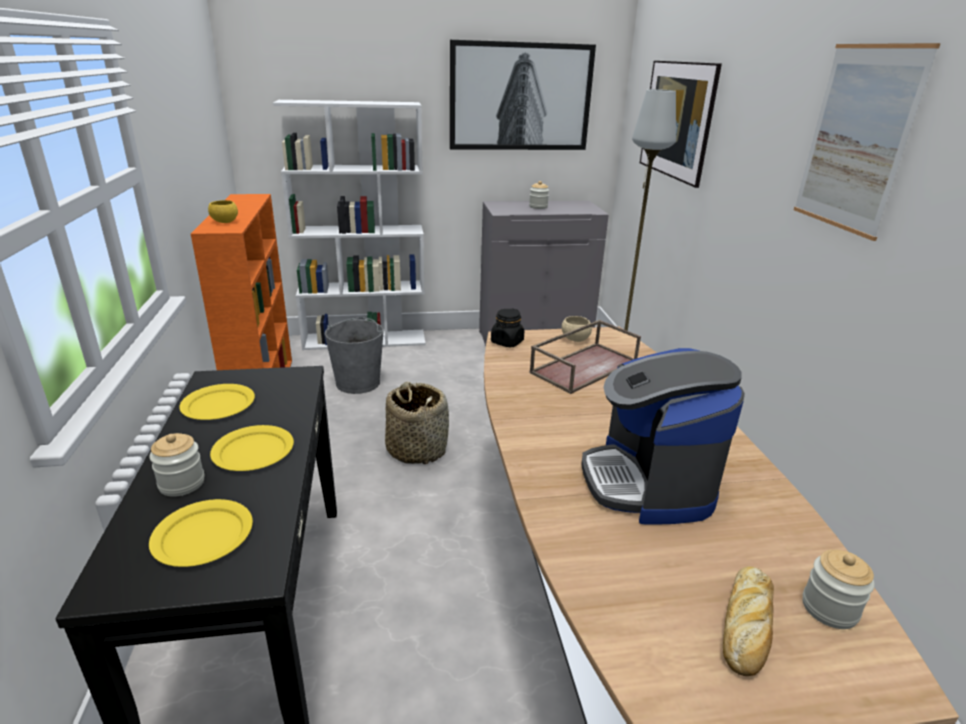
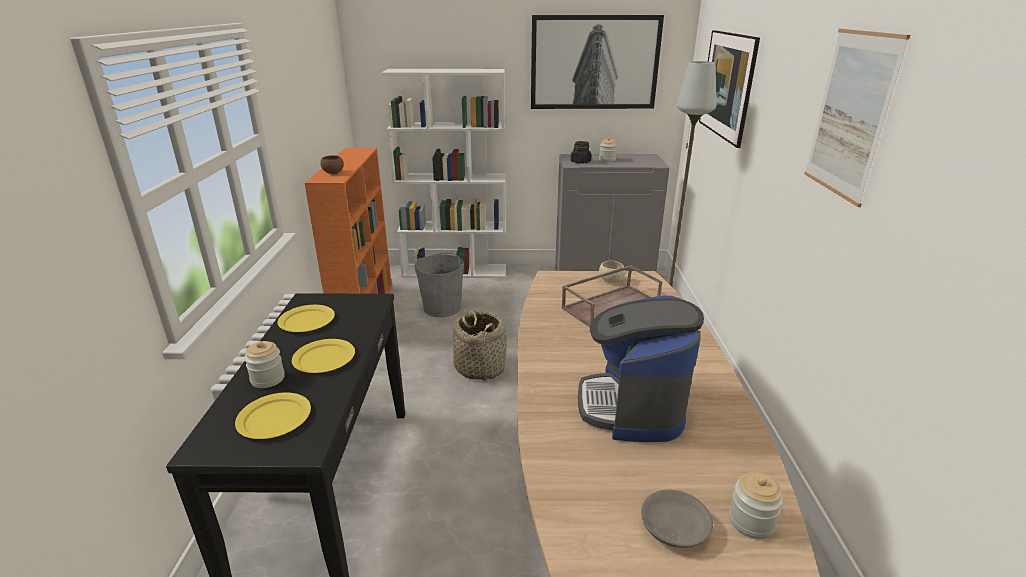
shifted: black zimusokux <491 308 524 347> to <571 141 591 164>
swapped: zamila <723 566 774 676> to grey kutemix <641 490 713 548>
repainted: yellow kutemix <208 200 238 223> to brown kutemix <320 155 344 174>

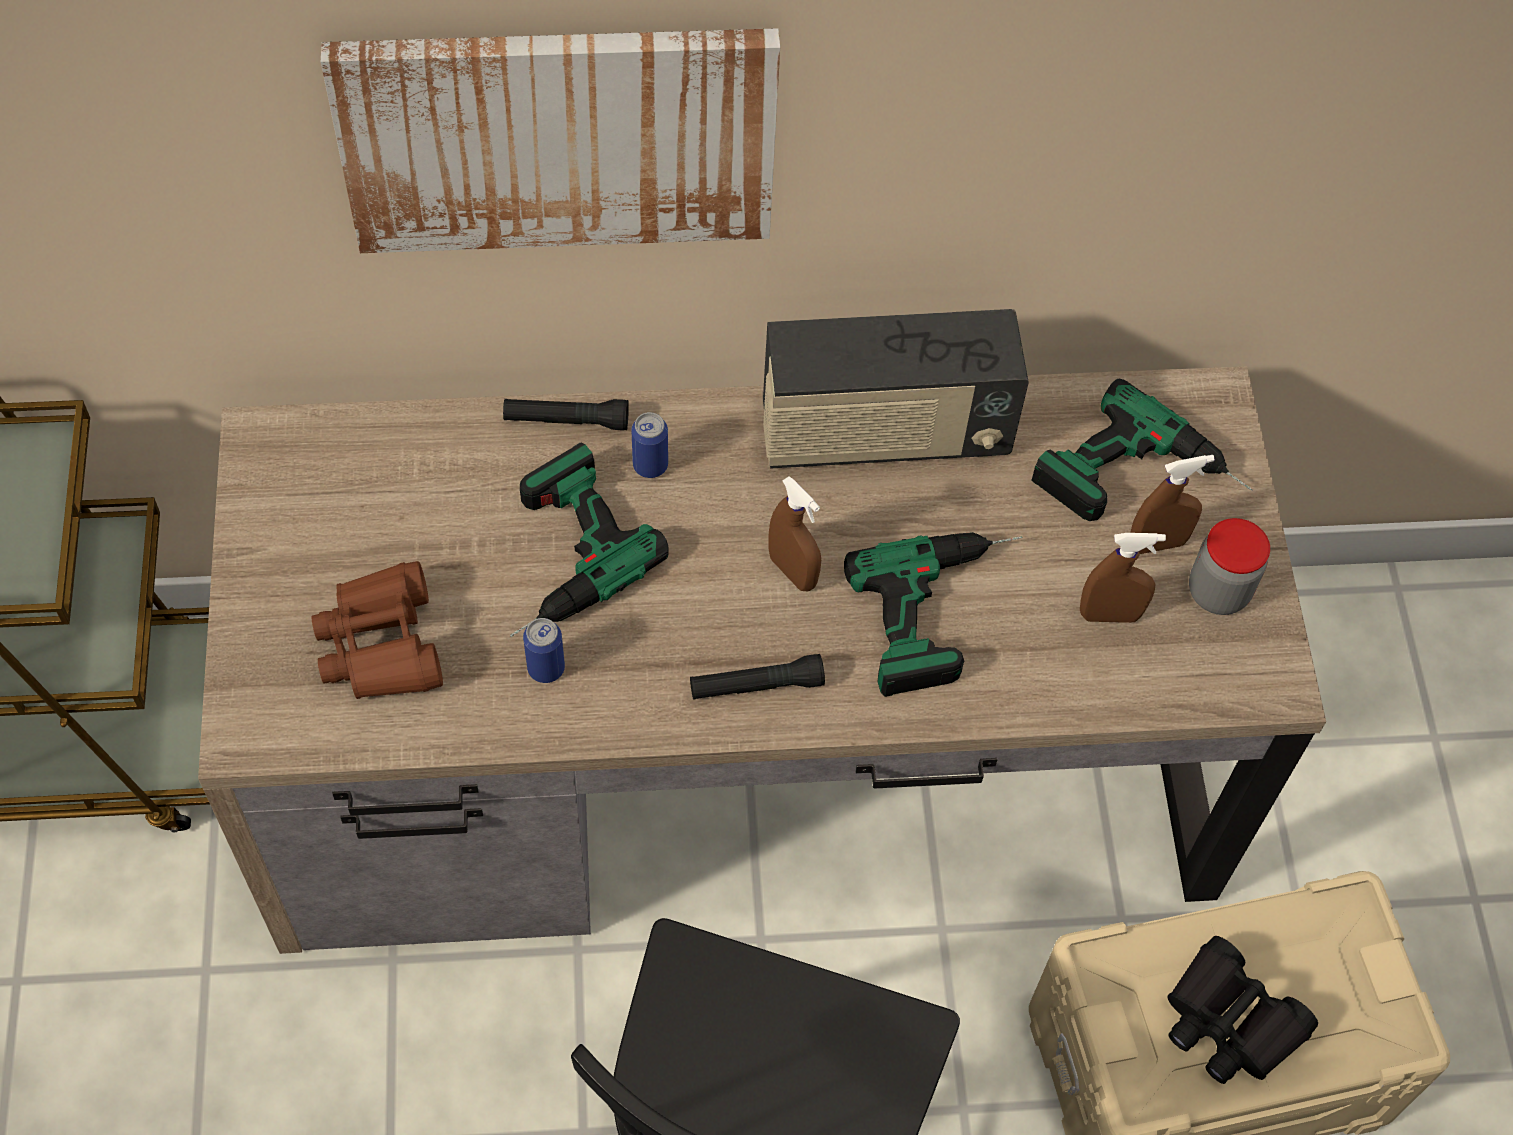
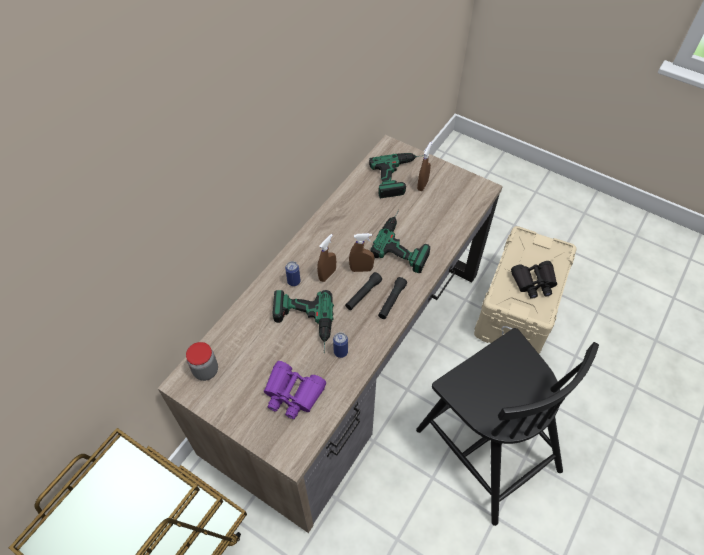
gone: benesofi <321 28 780 253>; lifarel <763 309 1029 469>
shifted: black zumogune <503 399 629 430> to <345 272 382 310>; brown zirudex <1080 533 1166 623> to <317 234 336 282>; zimusokux <1189 518 1270 615> to <186 342 218 381>
repainted: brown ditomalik <312 561 443 699> to purple ditomalik <264 361 326 419>

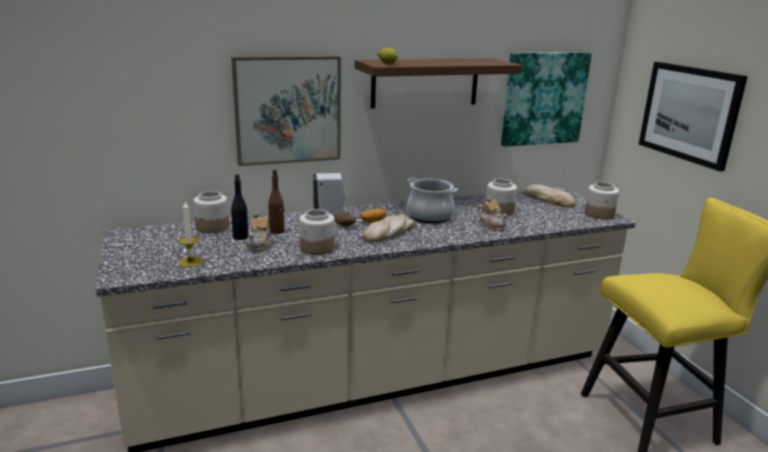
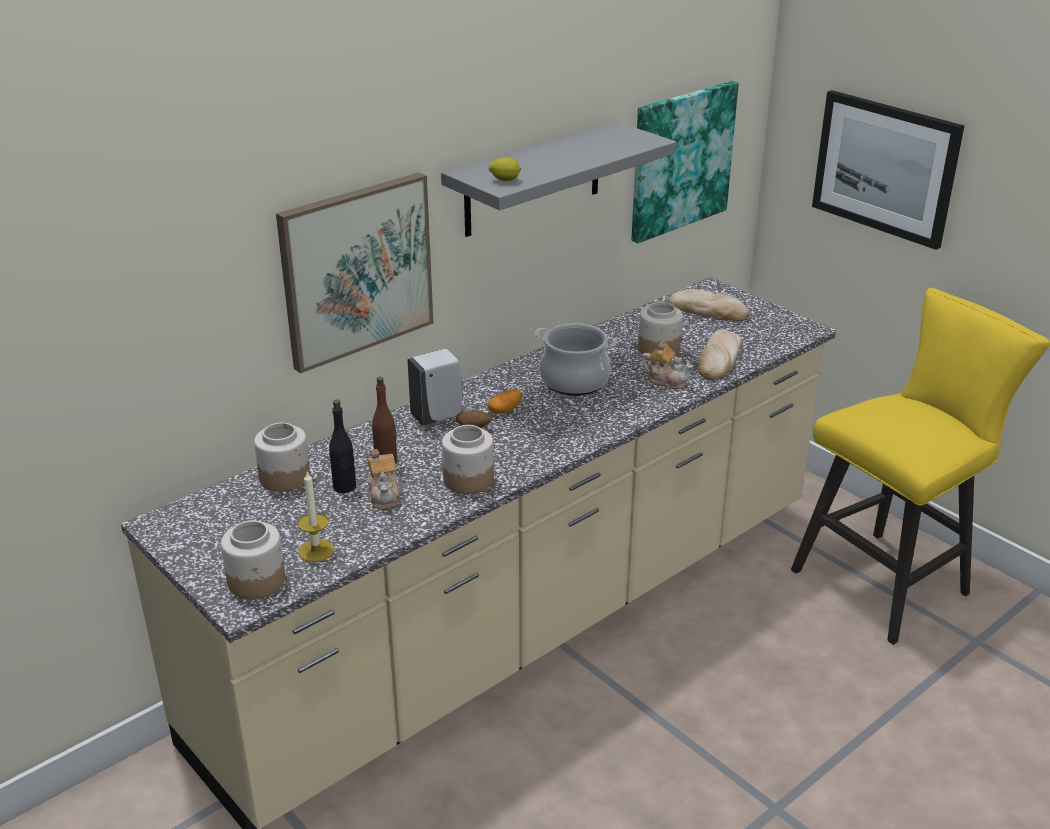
shifted: zamila <362 214 415 242> to <698 329 742 379>; zimusokux <585 182 619 220> to <221 521 285 599>
repainted: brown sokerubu <355 58 522 108> to grey sokerubu <441 122 677 237>

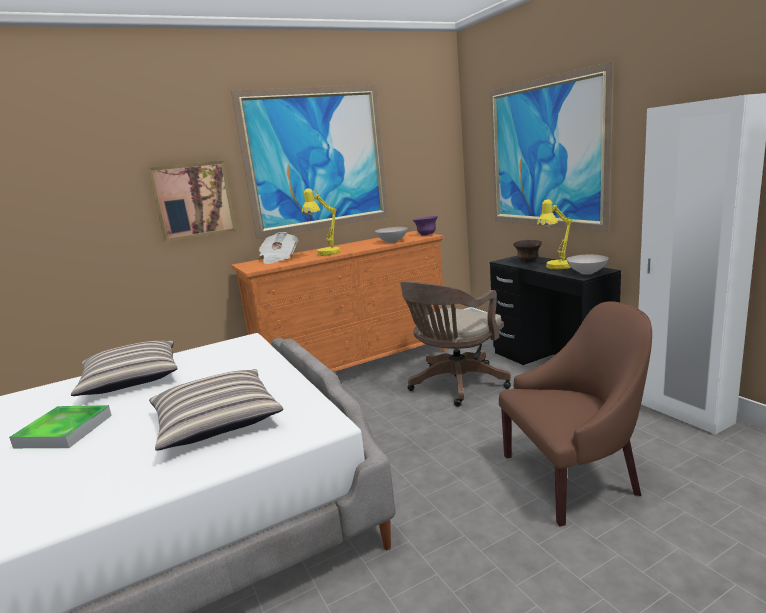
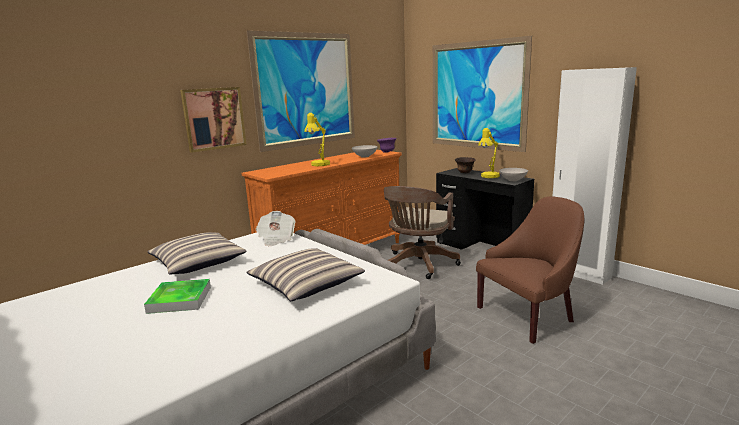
shifted: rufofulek <259 232 298 264> to <256 211 296 246>

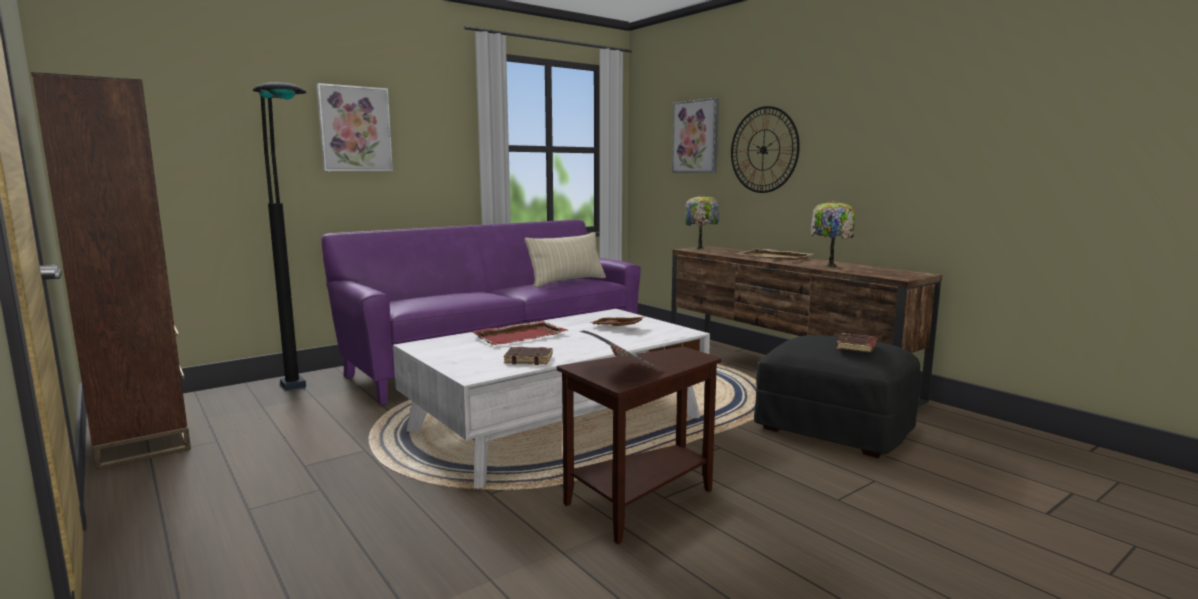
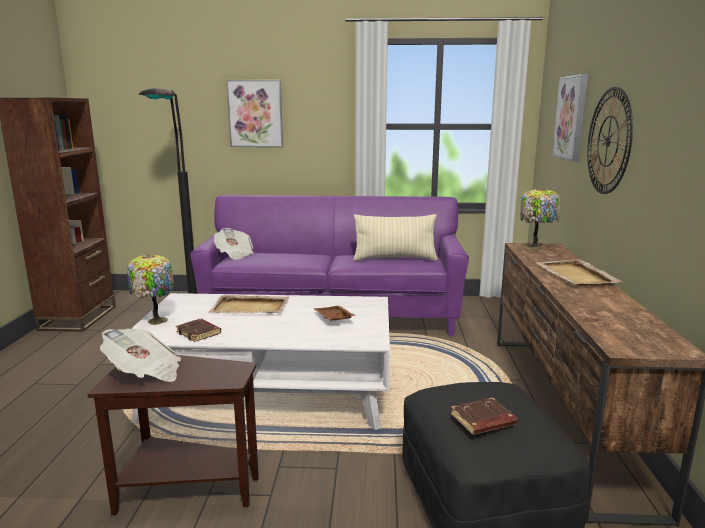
new: rufofulek <214 228 254 260>
shifted: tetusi <811 201 855 268> to <127 255 174 325>
repainted: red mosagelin <471 321 568 345> to beige mosagelin <208 295 289 314>

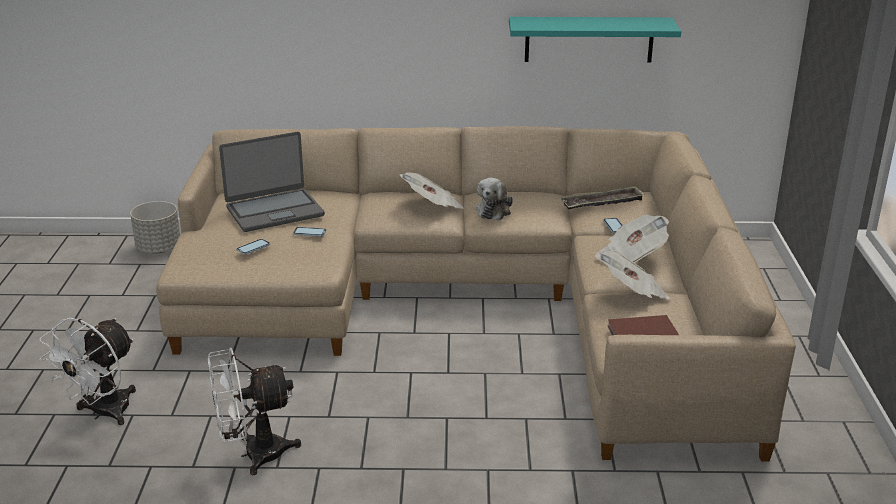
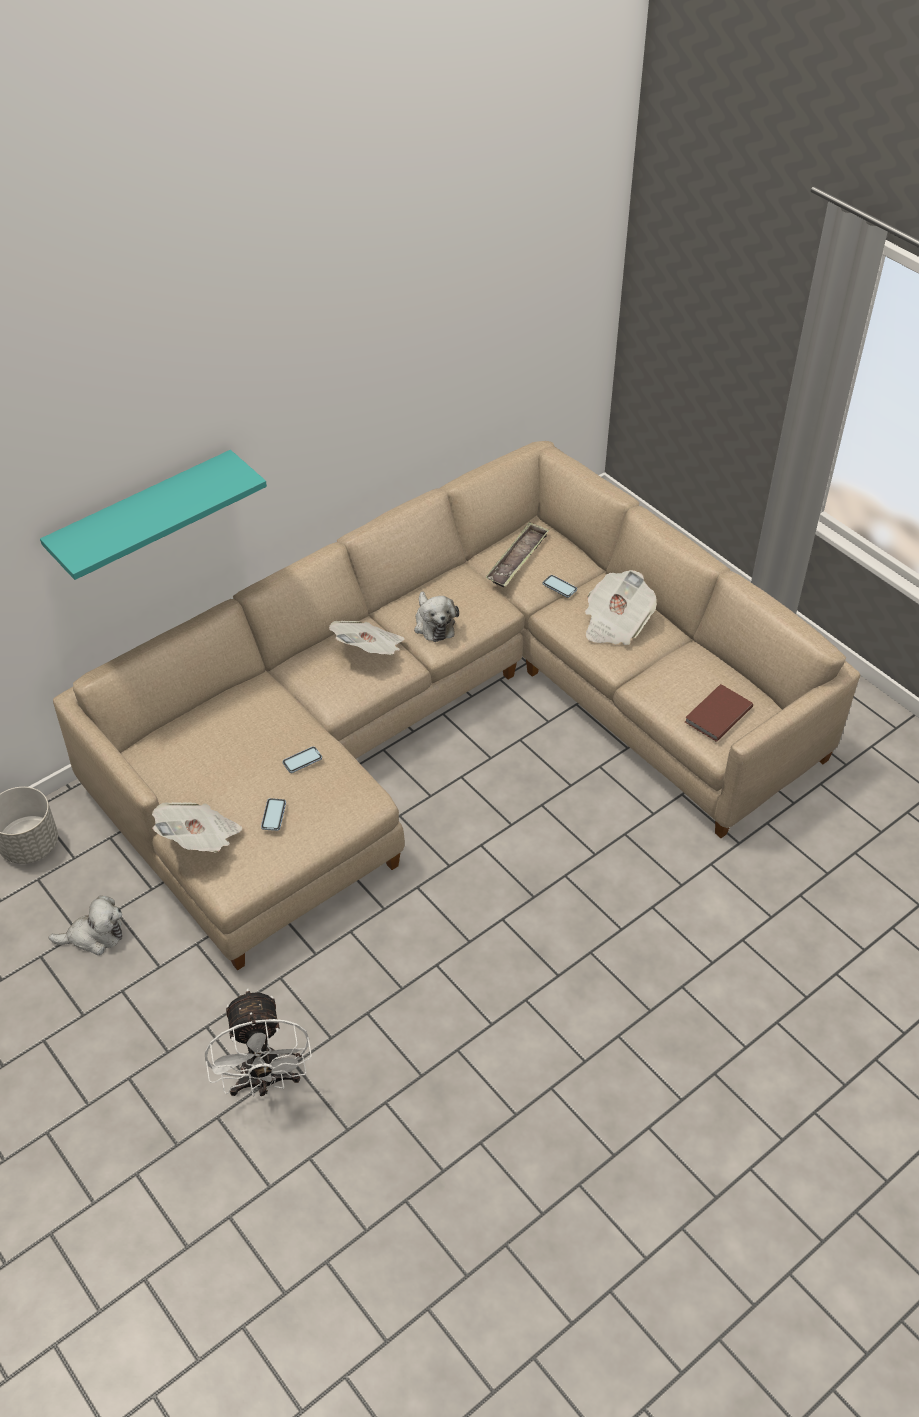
gone: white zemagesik <208 348 301 475>; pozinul <219 132 325 232>
new: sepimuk <49 896 122 955>
shifted: turquoise sokerubu <509 17 681 62> to <40 450 267 580>; rufofulek <597 251 671 299> to <152 802 242 853>

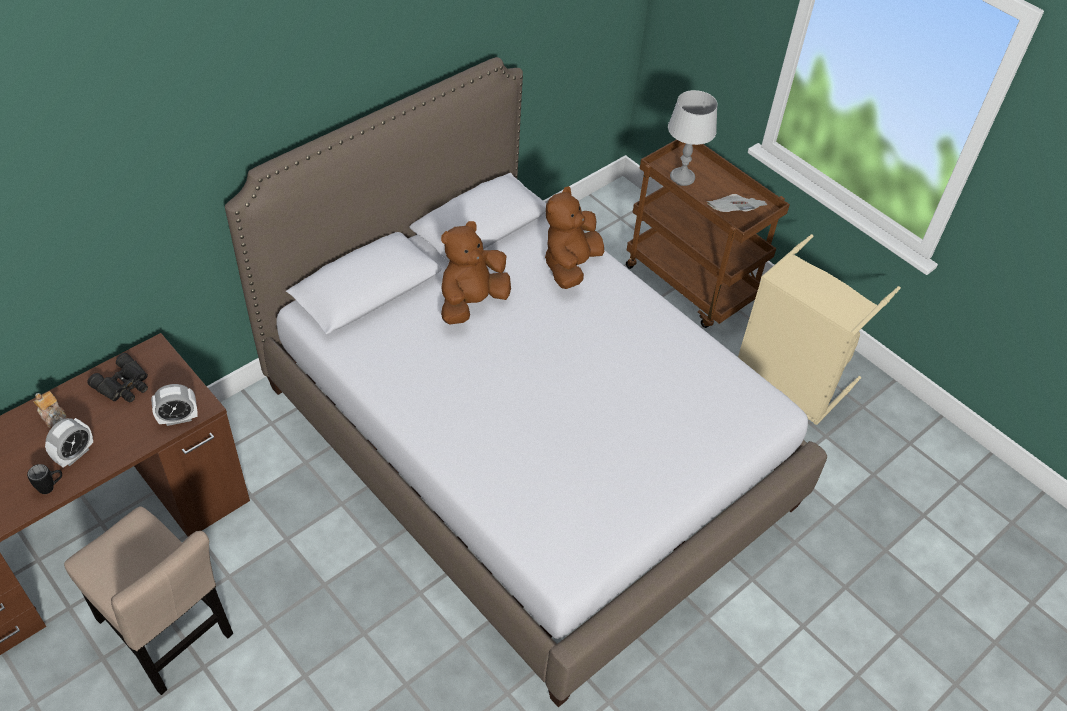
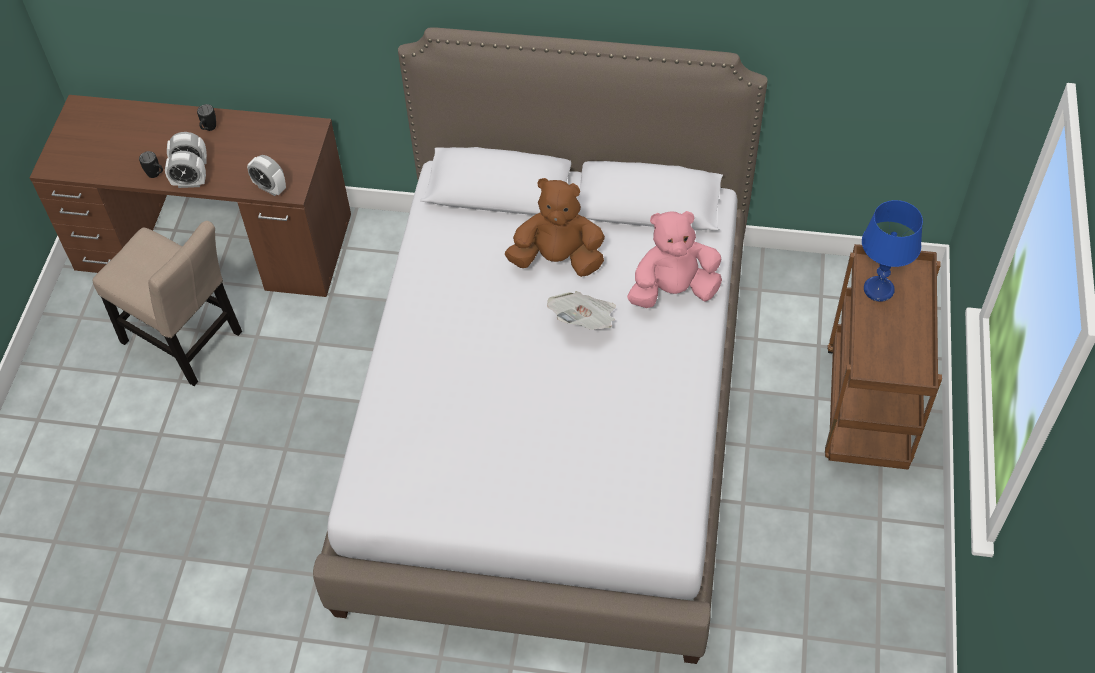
gone: black ditomalik <87 353 148 403>; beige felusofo <738 234 901 425>
new: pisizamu <165 151 206 188>
shifted: rufofulek <706 194 767 212> to <547 291 616 330>
swapped: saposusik <33 391 67 429> to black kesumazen <197 104 216 131>
repainted: brown sepimuk <545 186 604 289> to pink sepimuk <627 211 722 308>; grey tetusi <668 90 718 186> to blue tetusi <862 200 923 302>
rotated: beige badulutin <64 506 233 695> = <93 221 242 386> 60 degrees counterclockwise

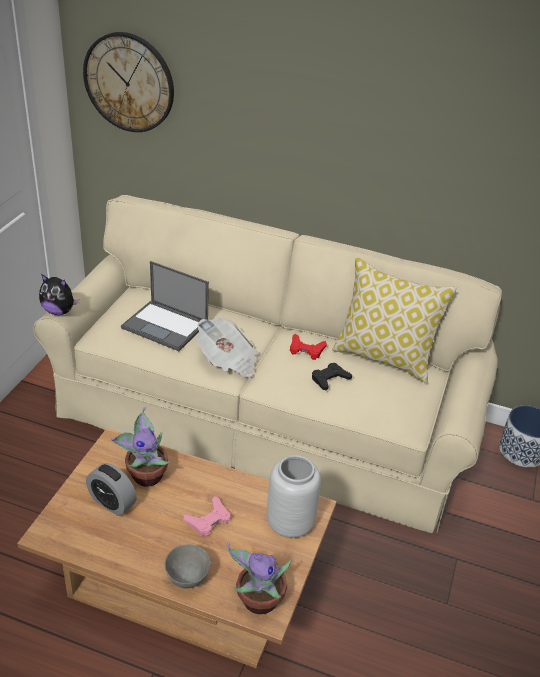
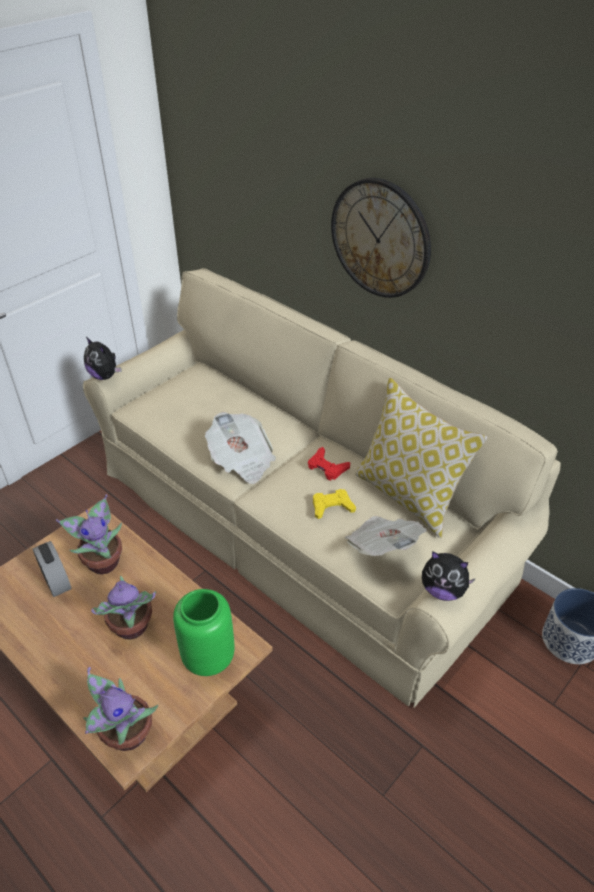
gone: pozinul <121 261 209 351>; grey kutemix <165 544 211 588>
new: rufofulek <345 516 427 556>; sepimuk <422 551 476 601>
shifted: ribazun <83 32 174 132> to <331 178 431 298>
swapped: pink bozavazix <184 496 231 537> to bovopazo <91 576 156 640>
repainted: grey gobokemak <267 455 321 538> to green gobokemak <173 589 235 676>; black bozavazix <312 363 352 390> to yellow bozavazix <313 489 356 519>

